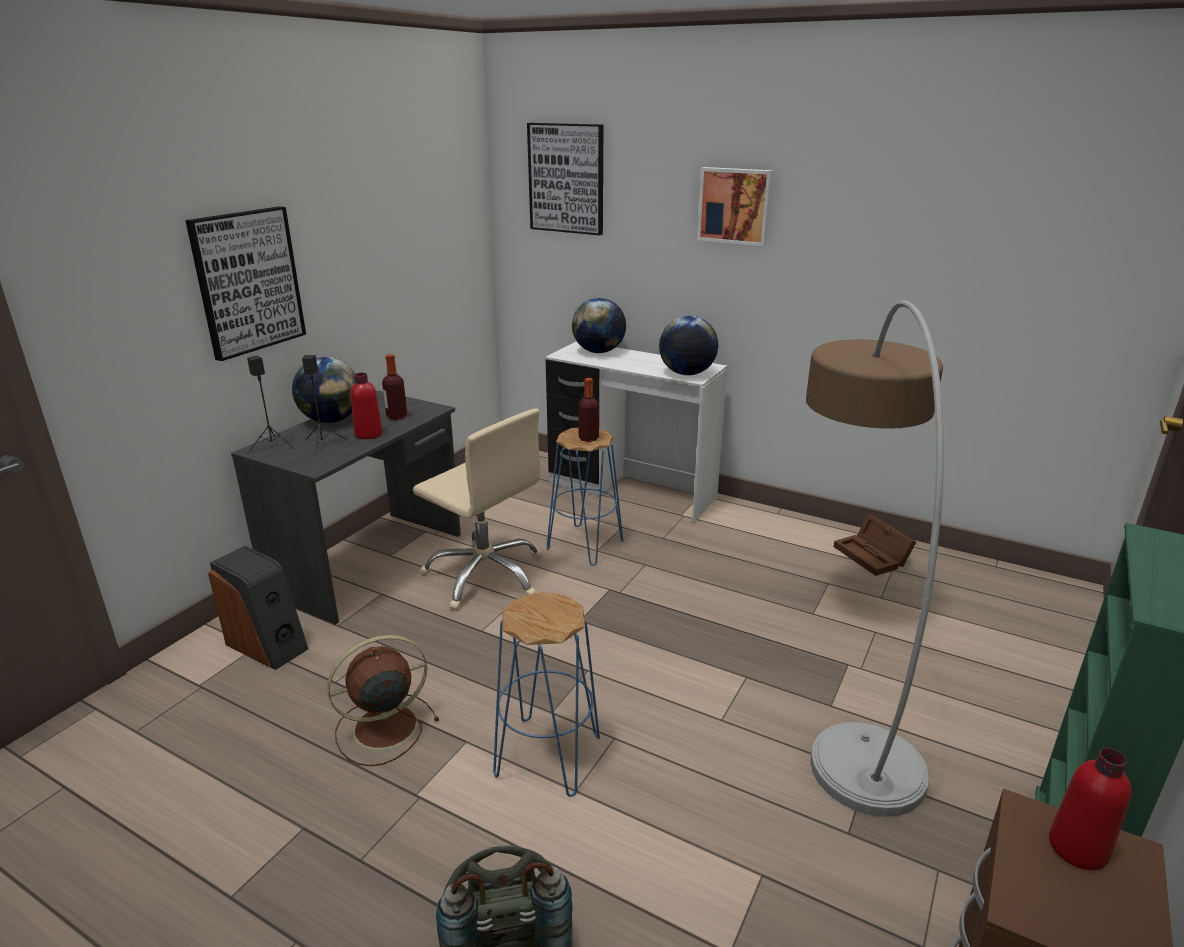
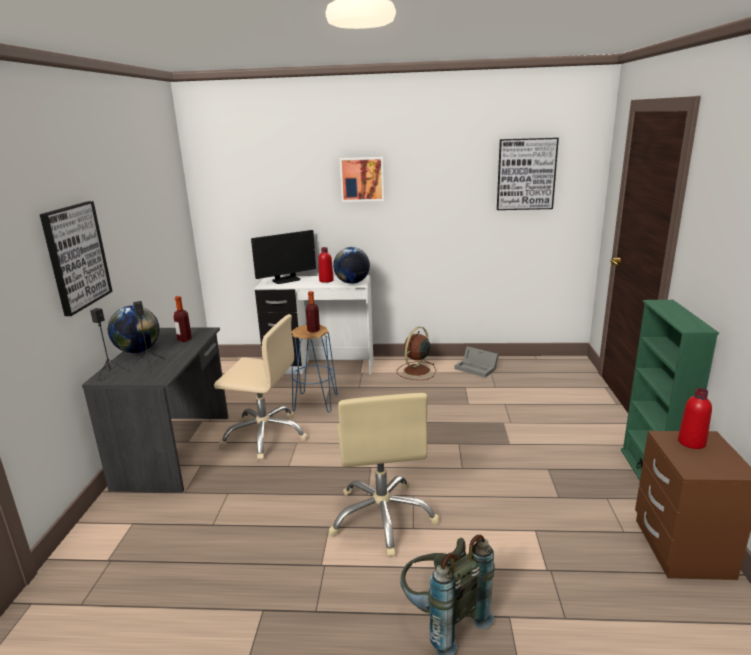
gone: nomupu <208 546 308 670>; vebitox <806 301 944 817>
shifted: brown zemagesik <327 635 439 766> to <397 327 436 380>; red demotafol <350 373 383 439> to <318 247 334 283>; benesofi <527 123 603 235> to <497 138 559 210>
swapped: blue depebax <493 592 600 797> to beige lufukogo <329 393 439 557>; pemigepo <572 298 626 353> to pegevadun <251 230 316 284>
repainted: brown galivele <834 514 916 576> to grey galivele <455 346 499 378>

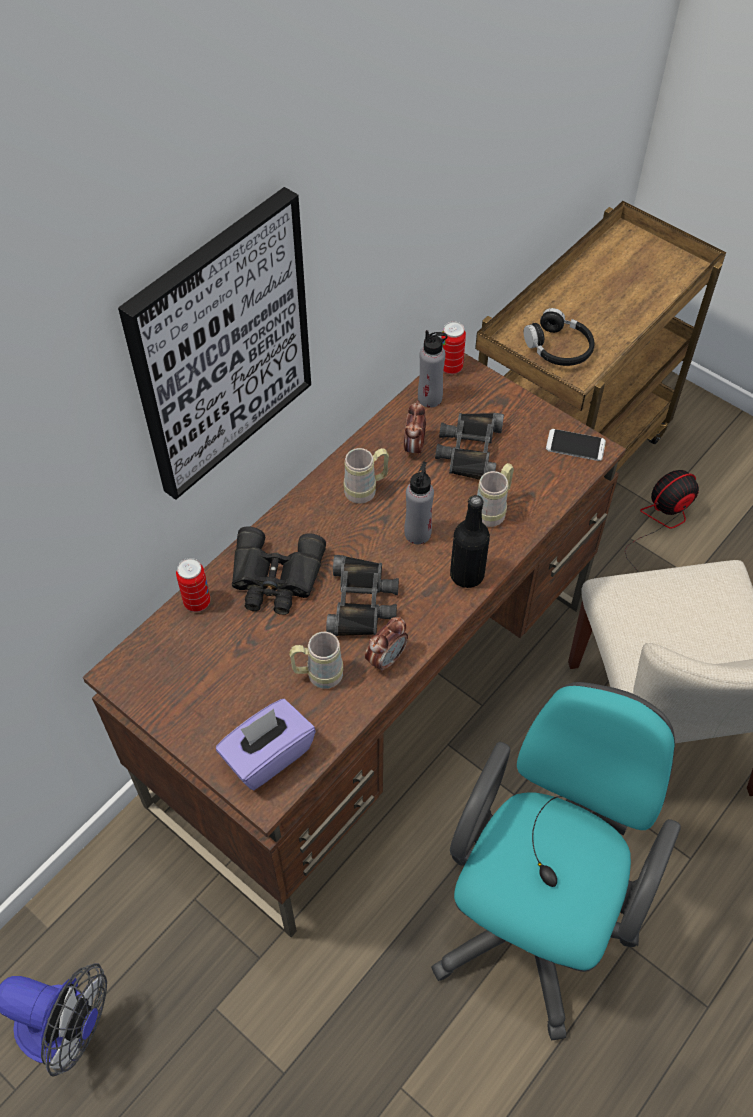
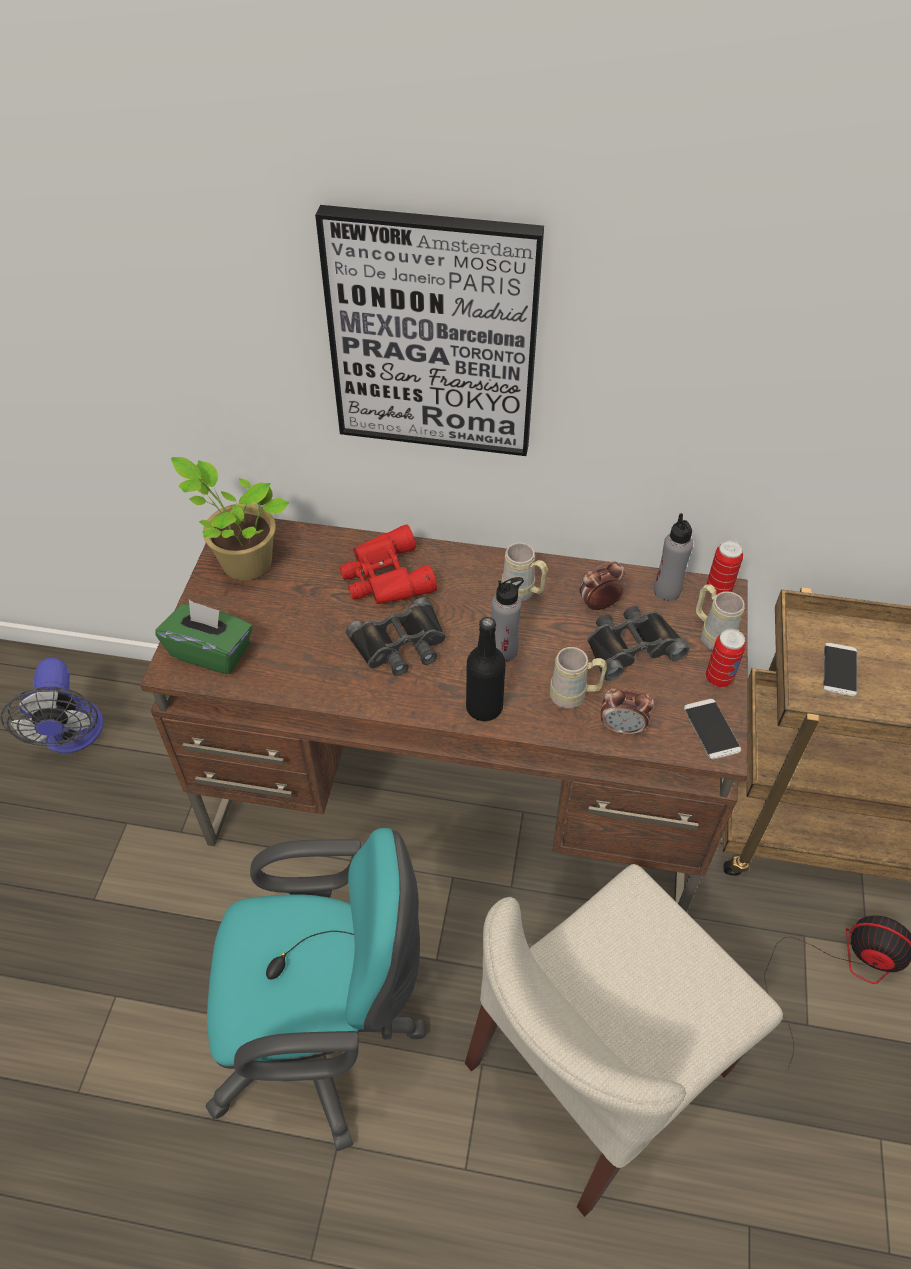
new: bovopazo <171 457 289 580>
shifted: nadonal <176 558 210 612> to <706 629 746 688>; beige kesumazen <289 632 343 689> to <696 584 745 650>; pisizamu <365 617 408 673> to <601 688 654 736>
swapped: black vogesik <524 308 594 366> to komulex <823 643 857 697>
repainted: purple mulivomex <216 699 316 790> to green mulivomex <155 600 252 674>; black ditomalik <232 526 326 615> to red ditomalik <340 524 437 604>

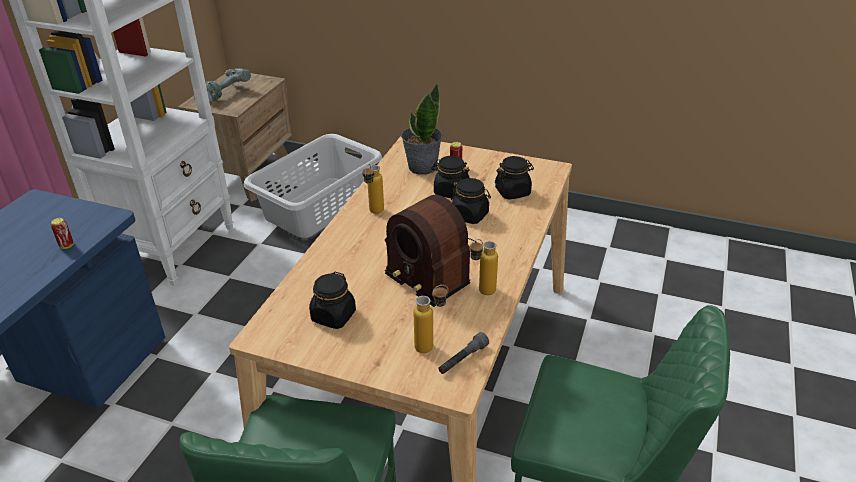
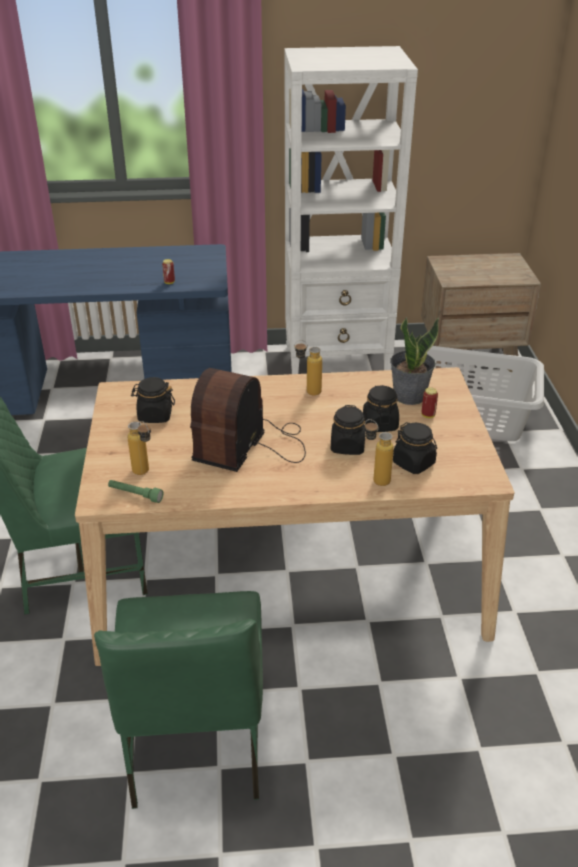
gone: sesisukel <193 68 251 102>
shifted: demotafol <470 239 498 295> to <365 419 394 486>
repainted: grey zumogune <438 332 489 374> to green zumogune <108 480 163 503>

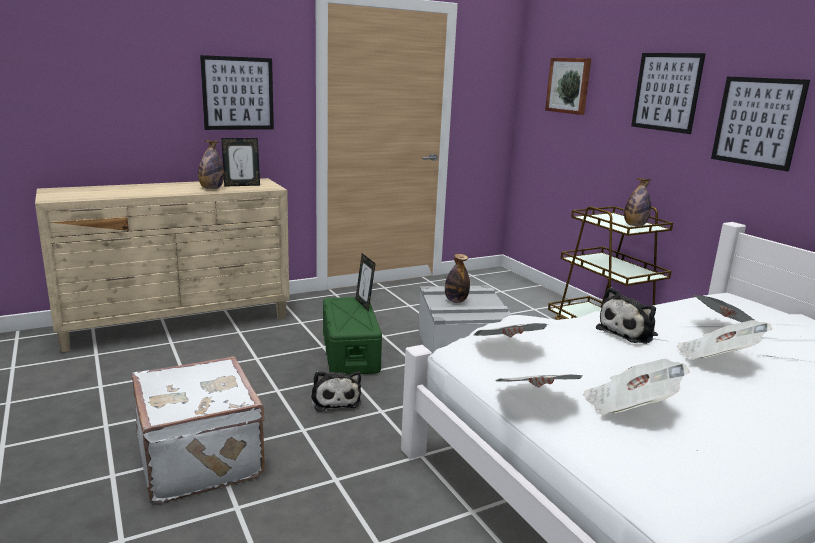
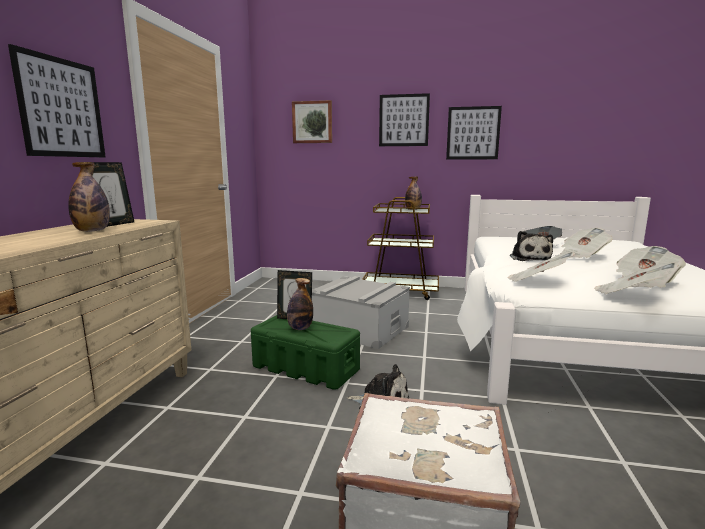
shifted: demotafol <445 254 470 303> to <287 278 313 330>

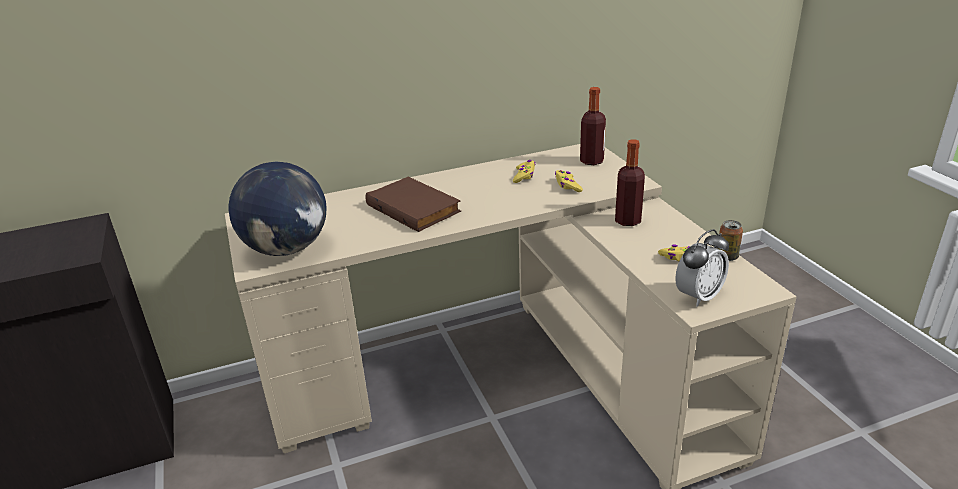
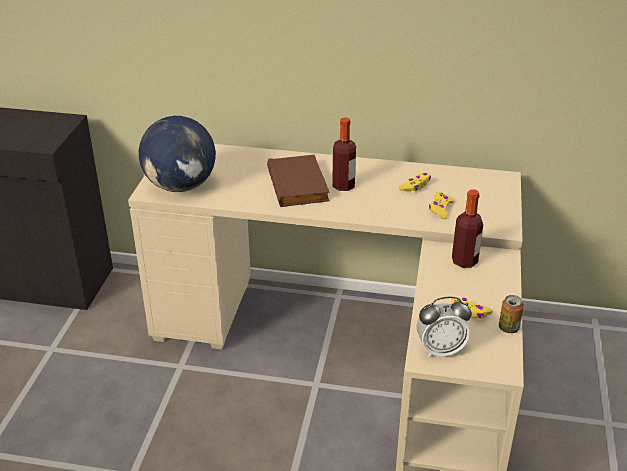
shifted: demotafol <580 87 606 165> to <332 118 356 191>

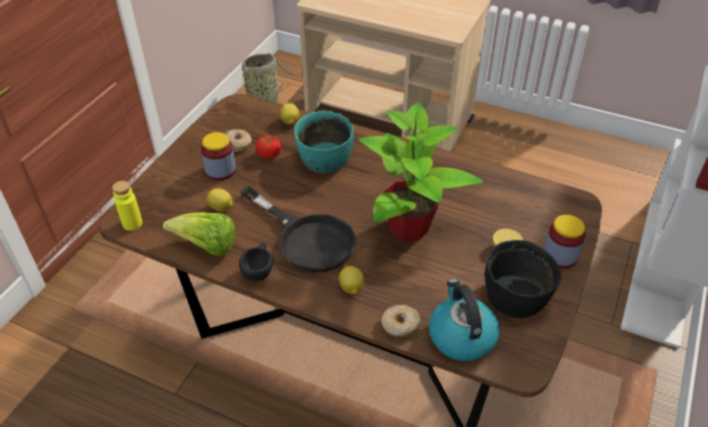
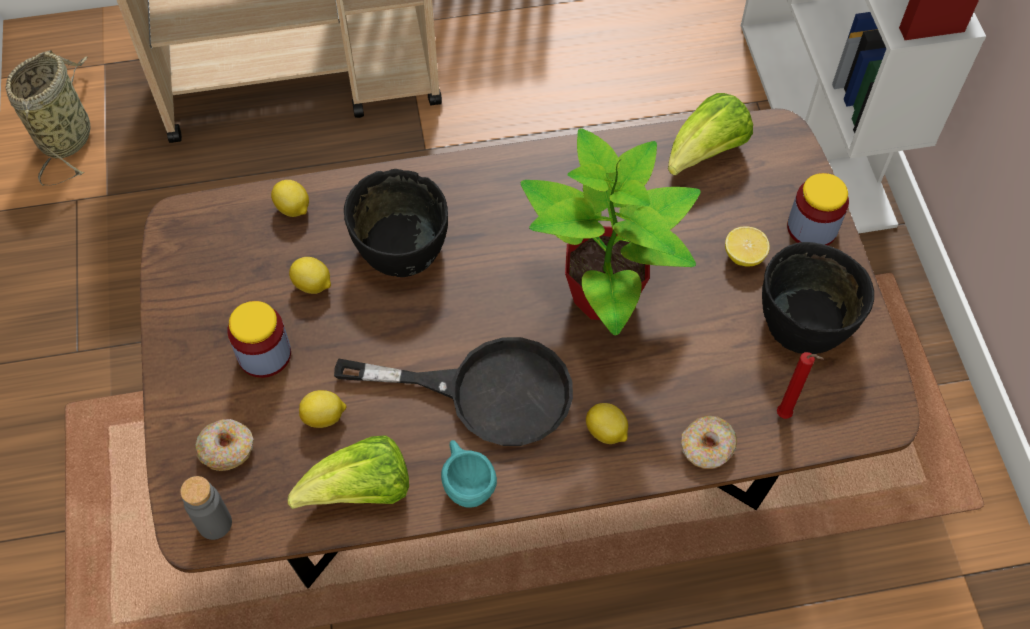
new: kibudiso <668 93 753 175>
shifted: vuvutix <224 129 252 152> to <195 419 253 471>
swapped: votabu <255 135 281 159> to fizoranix <289 257 331 294>; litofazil <429 279 499 361> to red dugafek <777 352 824 419>
repainted: yellow demotafol <112 181 142 231> to grey demotafol <180 476 232 540>; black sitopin <239 242 273 281> to turquoise sitopin <441 440 497 508>; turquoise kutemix <294 110 354 173> to black kutemix <344 169 448 277>

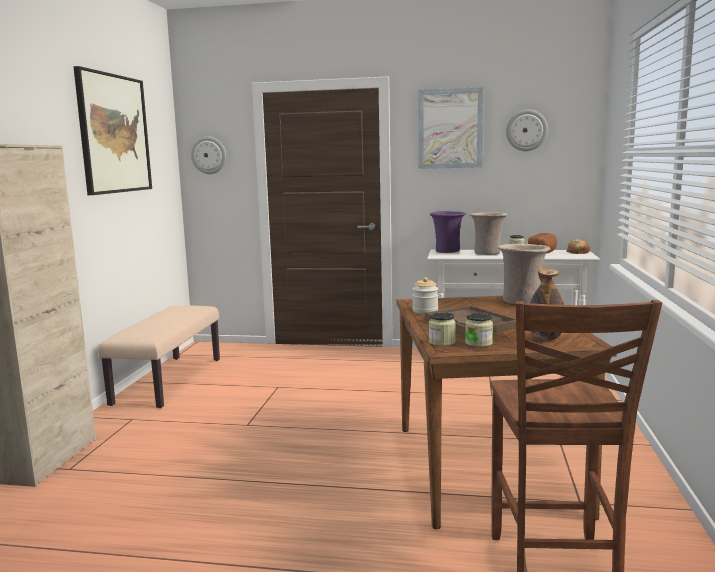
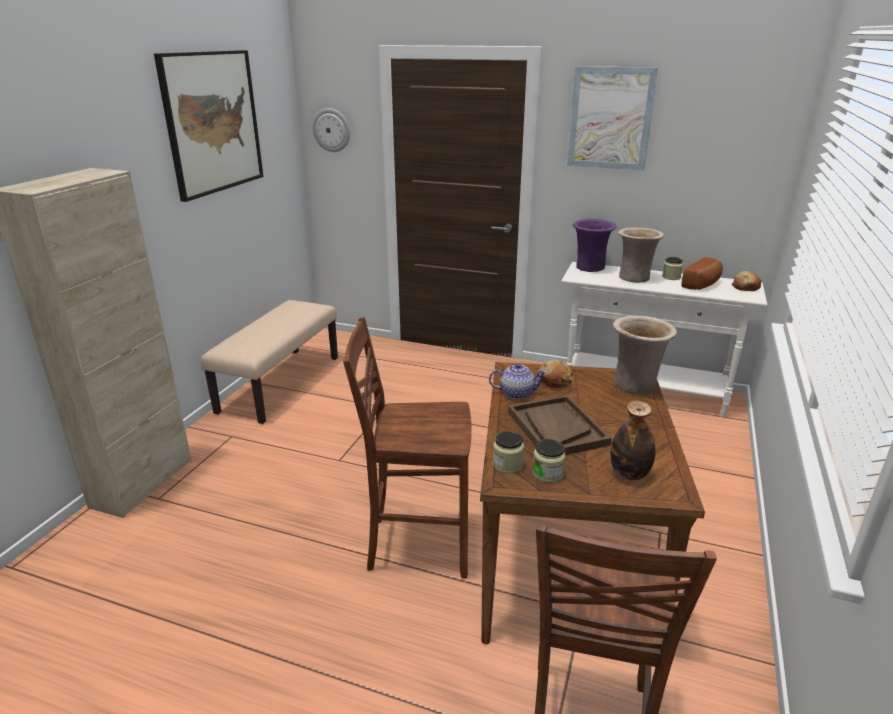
gone: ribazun <506 109 548 151>
new: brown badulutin <343 317 472 578>; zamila <537 360 573 388>
swapped: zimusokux <412 277 438 314> to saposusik <489 363 547 399>

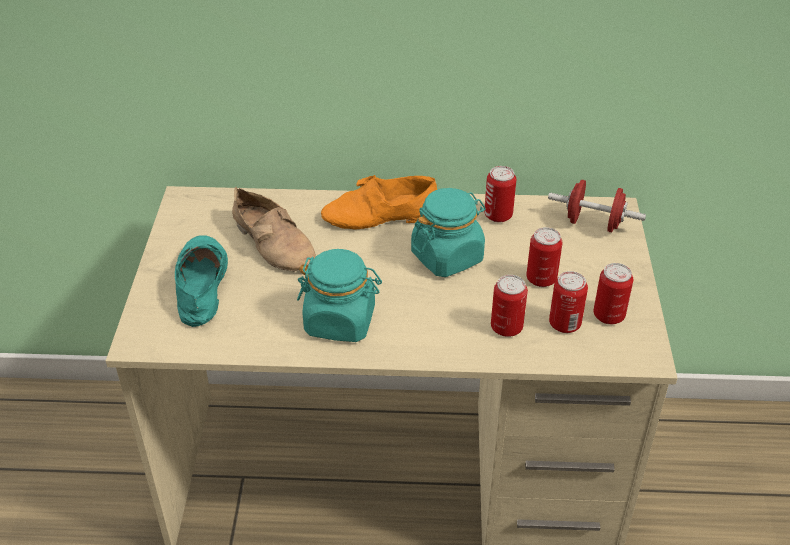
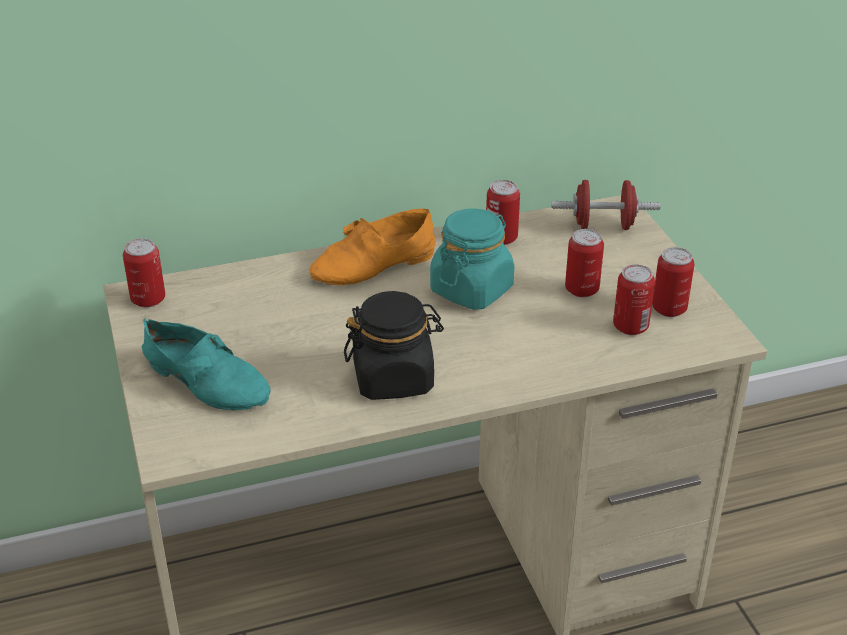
gone: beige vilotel <232 187 316 272>
shifted: nadonal <491 275 528 337> to <123 238 165 308>
repainted: turquoise zimusokux <297 249 382 342> to black zimusokux <344 291 444 400>
rotated: turquoise vilotel <175 235 228 327> = <141 318 271 411> 150 degrees clockwise

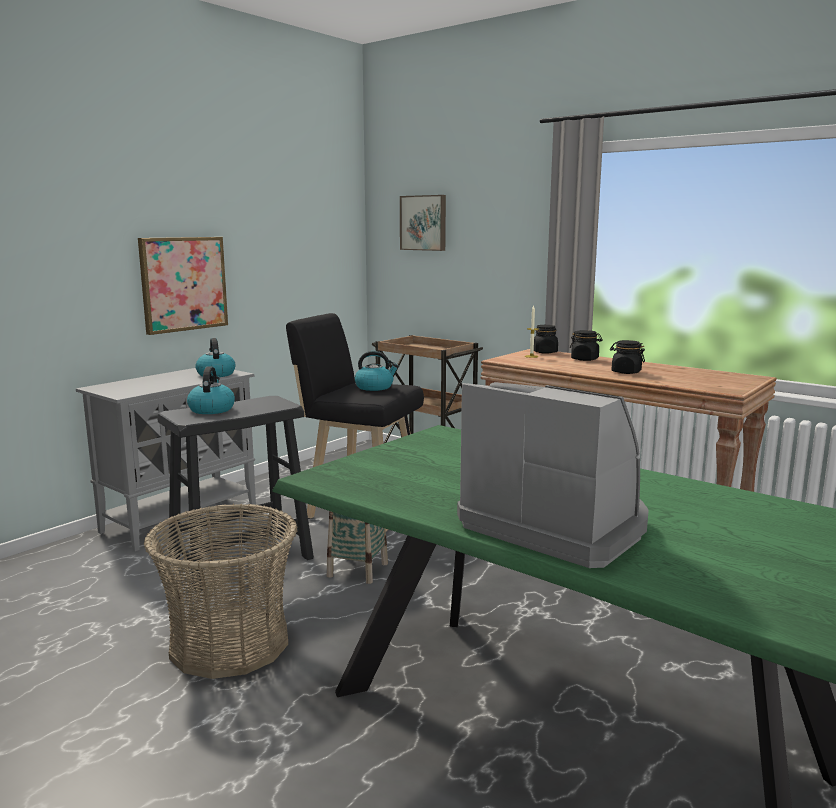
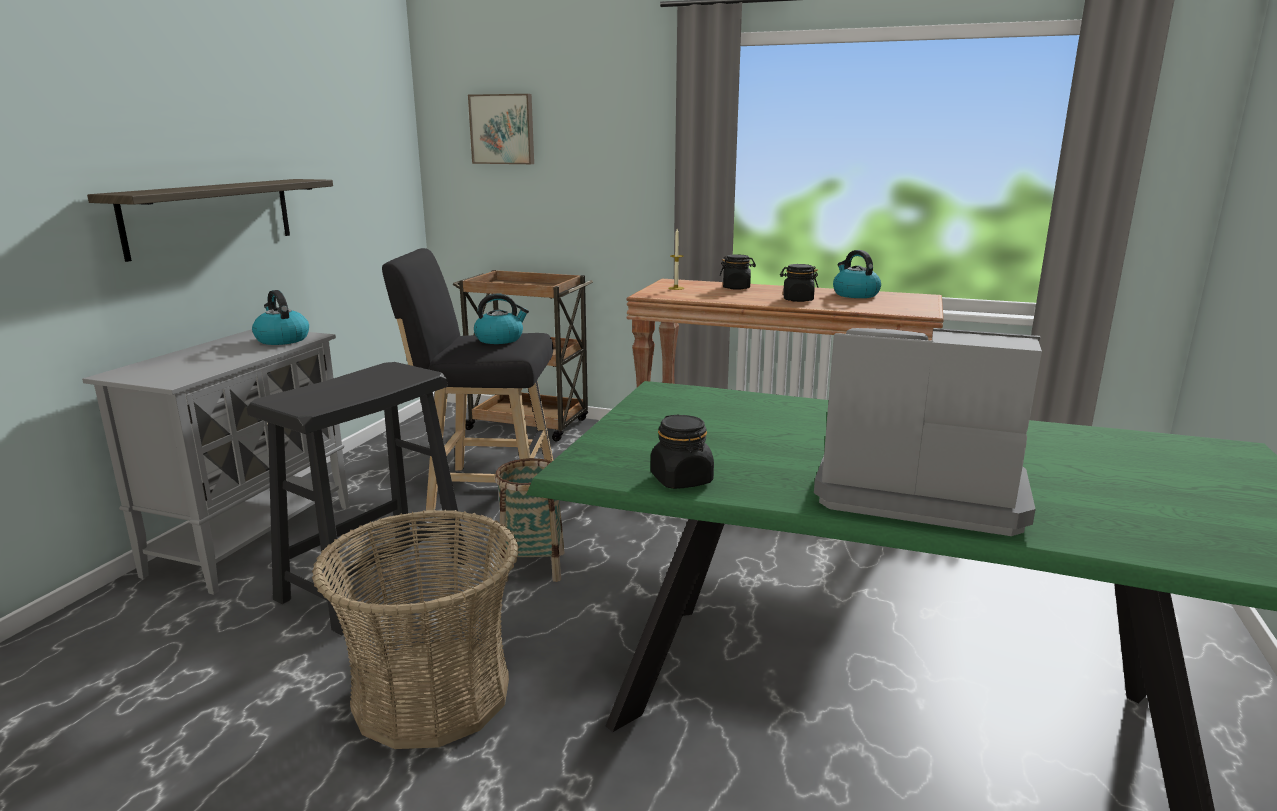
shifted: litofazil <187 366 235 414> to <833 250 881 298>; black zimusokux <534 325 558 354> to <651 414 714 489>
swapped: benesofi <138 237 228 335> to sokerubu <87 179 333 262>

